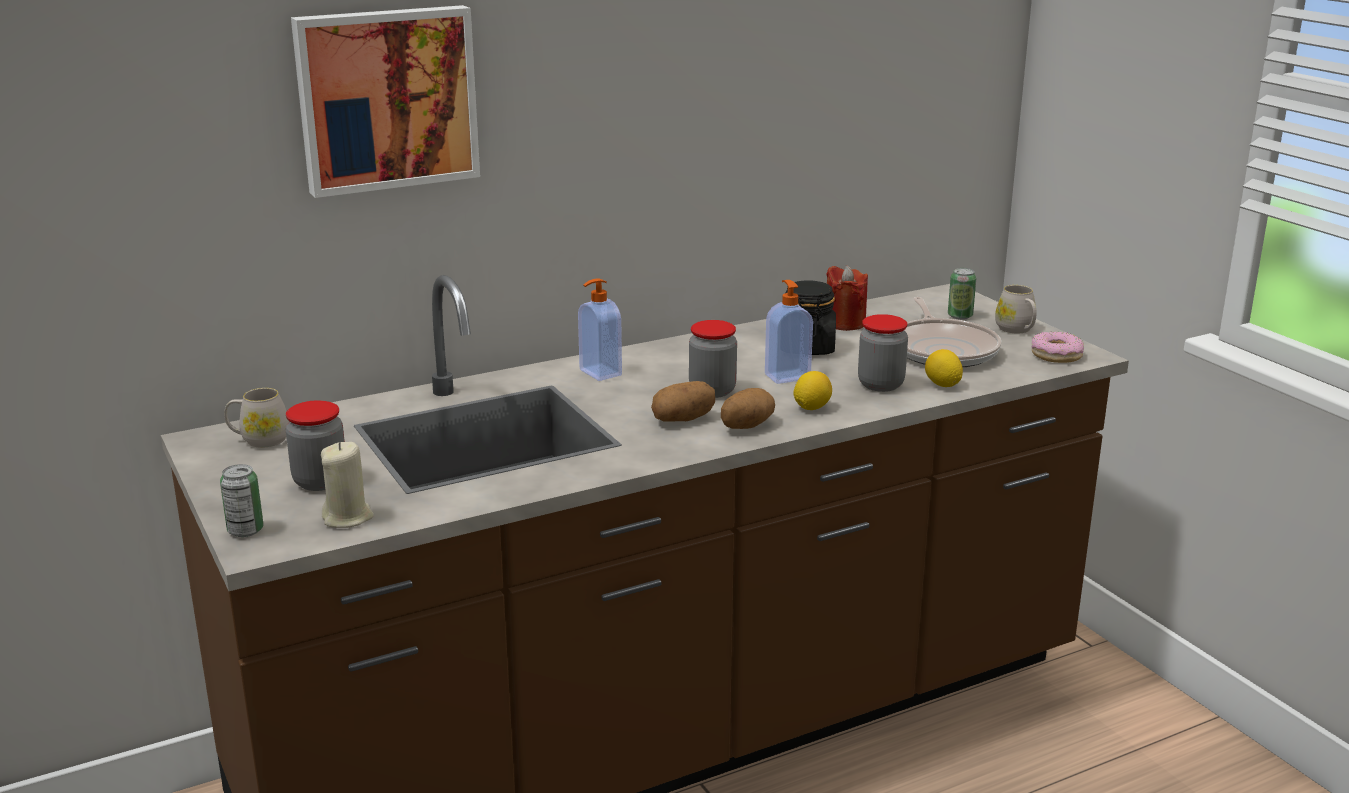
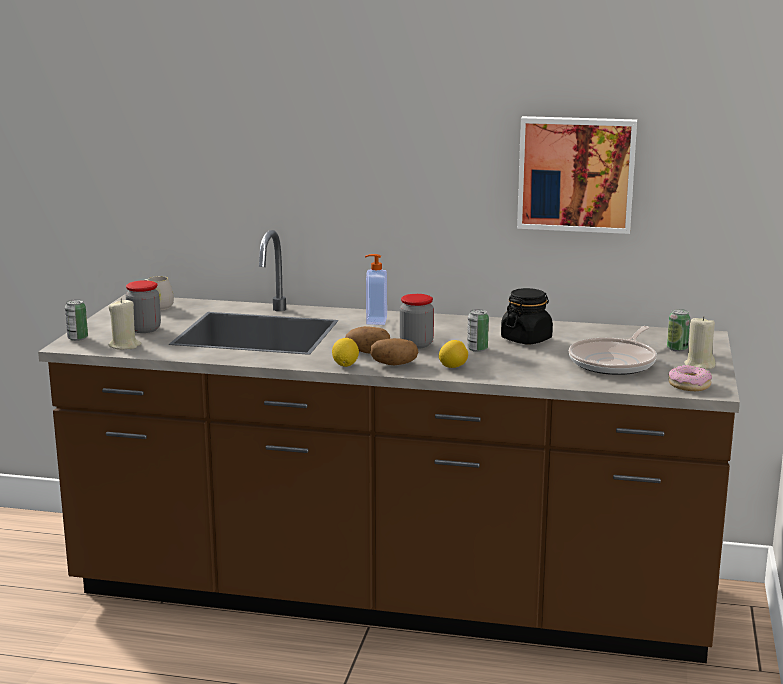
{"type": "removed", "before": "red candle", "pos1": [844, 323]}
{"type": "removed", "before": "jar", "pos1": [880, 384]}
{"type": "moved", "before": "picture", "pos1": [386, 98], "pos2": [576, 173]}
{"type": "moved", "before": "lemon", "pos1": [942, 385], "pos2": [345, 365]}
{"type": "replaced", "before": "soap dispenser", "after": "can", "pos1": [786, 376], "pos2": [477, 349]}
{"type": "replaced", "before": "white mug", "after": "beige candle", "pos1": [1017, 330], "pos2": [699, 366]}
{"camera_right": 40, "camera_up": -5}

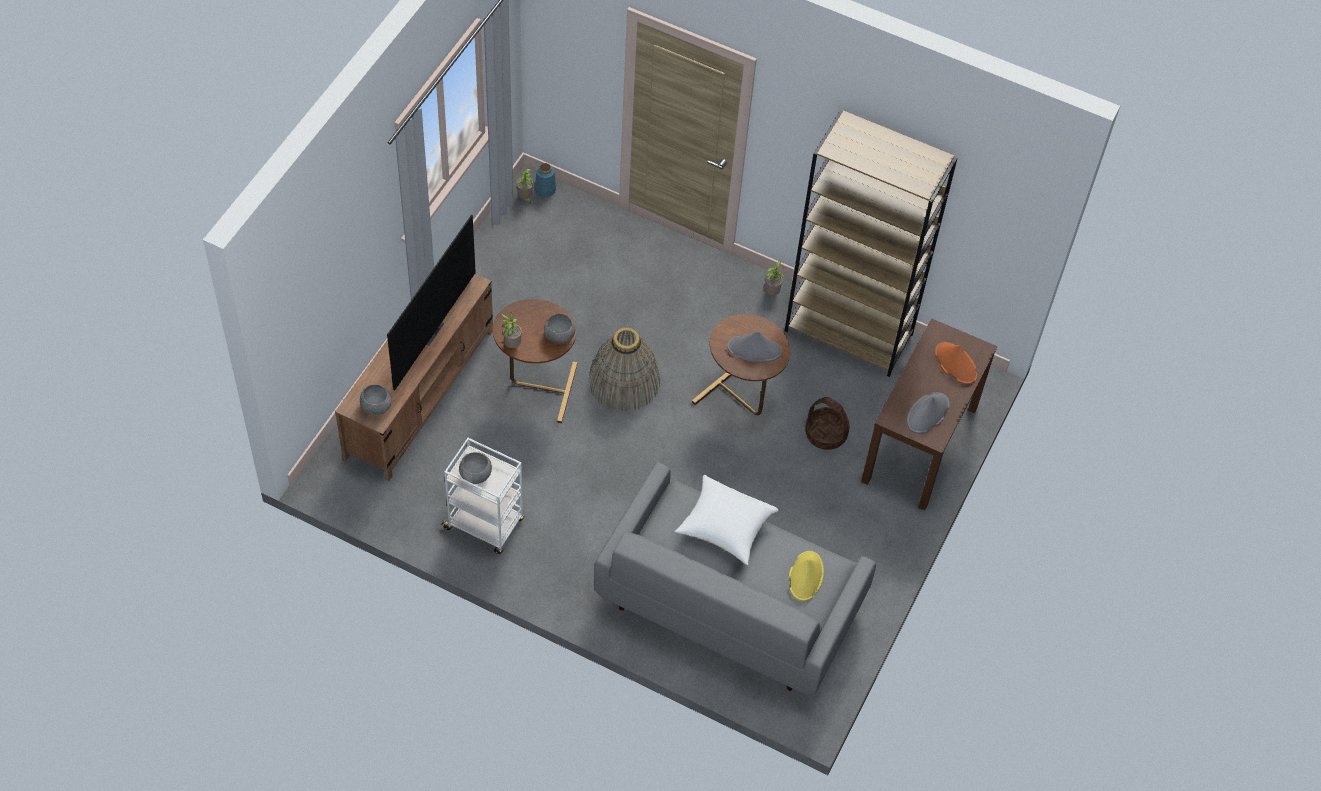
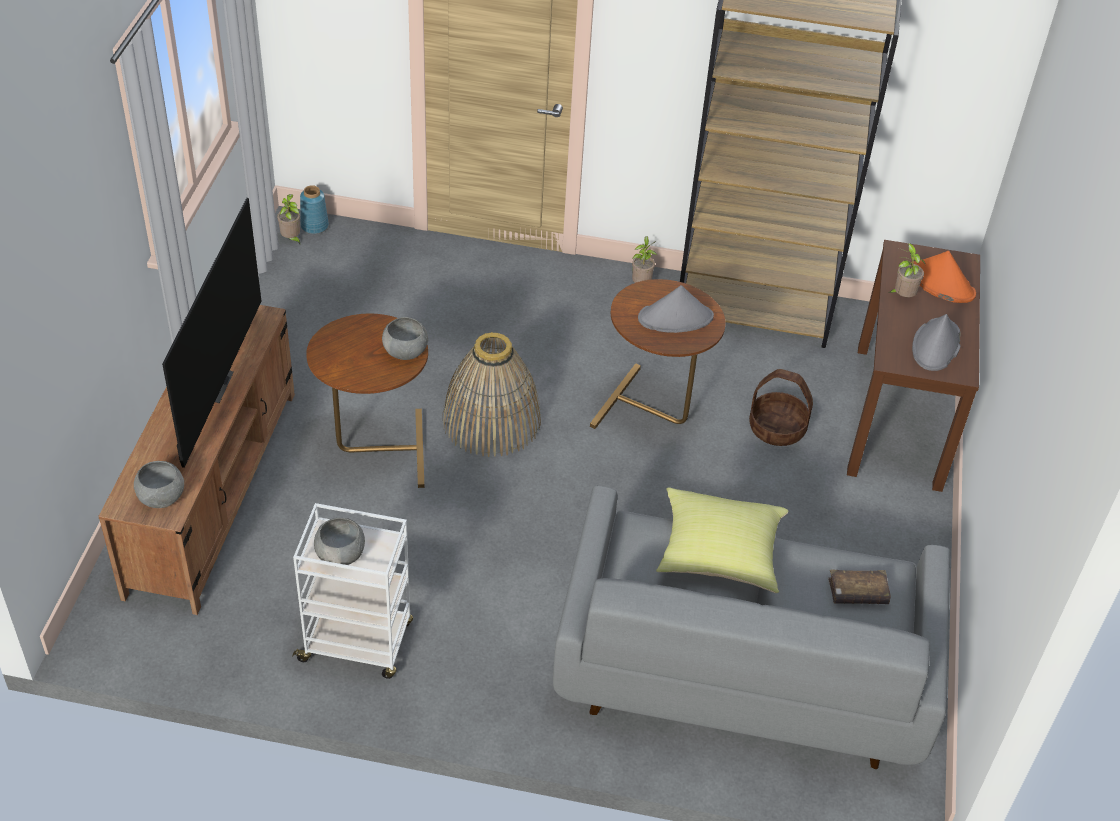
{"type": "moved", "before": "potted plant", "pos1": [511, 344], "pos2": [902, 296]}
{"type": "replaced", "before": "yellow hat", "after": "brown book", "pos1": [805, 576], "pos2": [857, 593]}
{"type": "recoloured", "before": "white pillow", "after": "yellow pillow", "pos1": [724, 528], "pos2": [718, 555]}
{"camera_right": -15, "camera_up": -10}

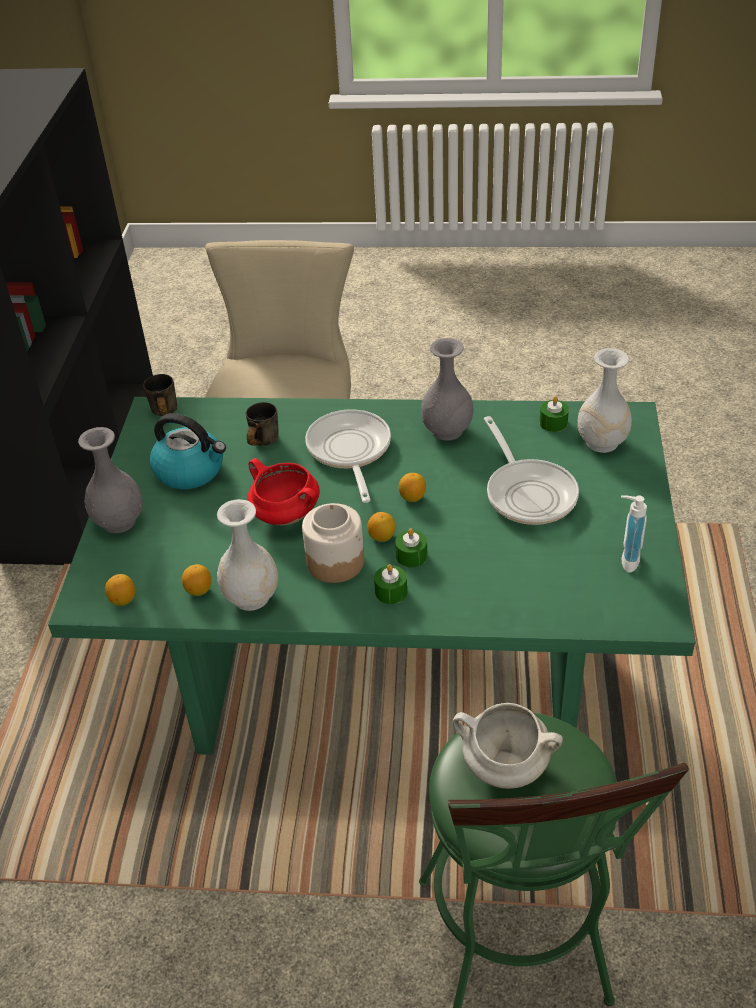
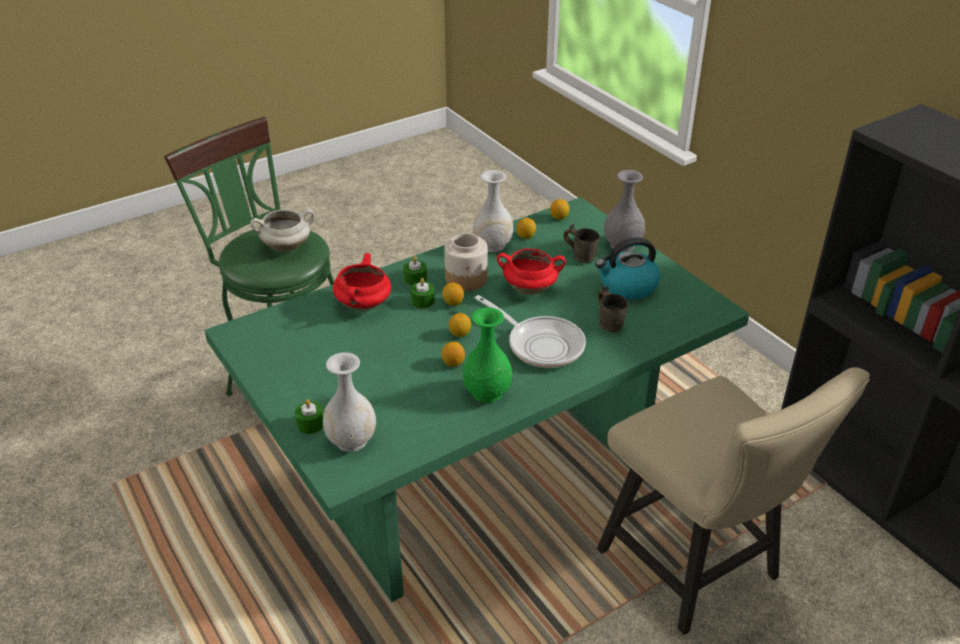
{"type": "removed", "before": "frying pan", "pos1": [528, 492]}
{"type": "removed", "before": "soap dispenser", "pos1": [626, 560]}
{"type": "added", "after": "red cooking pot", "pos2": [364, 305]}
{"type": "added", "after": "lemon", "pos2": [453, 363]}
{"type": "moved", "before": "grey mug", "pos1": [162, 414], "pos2": [581, 255]}
{"type": "moved", "before": "green candle", "pos1": [553, 423], "pos2": [310, 424]}
{"type": "recoloured", "before": "grey vase", "after": "green vase", "pos1": [447, 431], "pos2": [486, 393]}
{"camera_right": 140, "camera_up": -5}

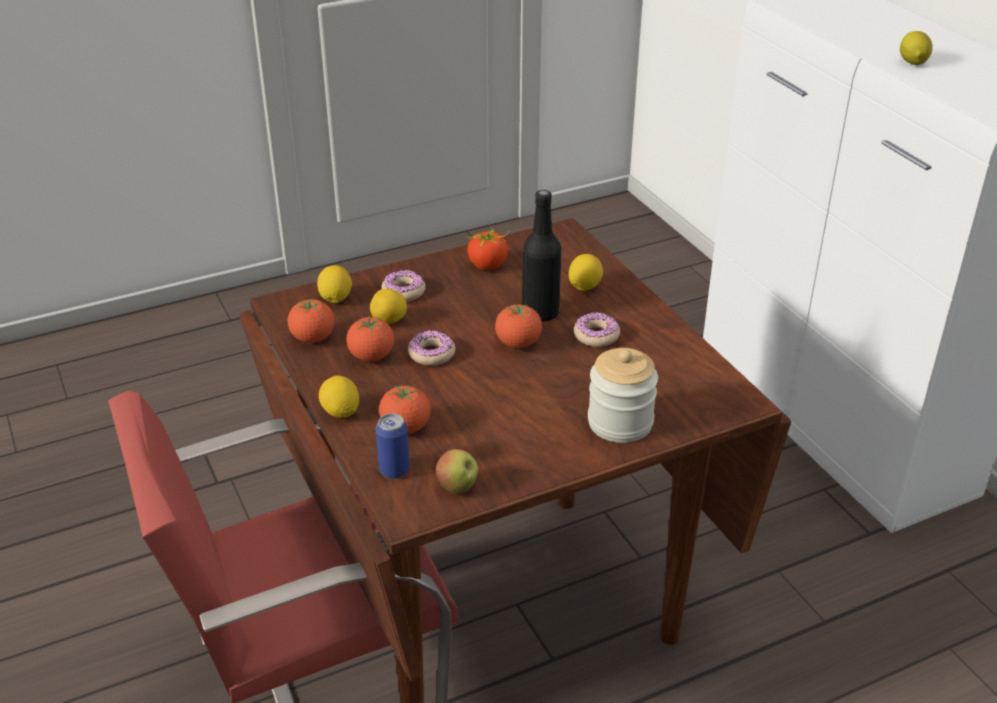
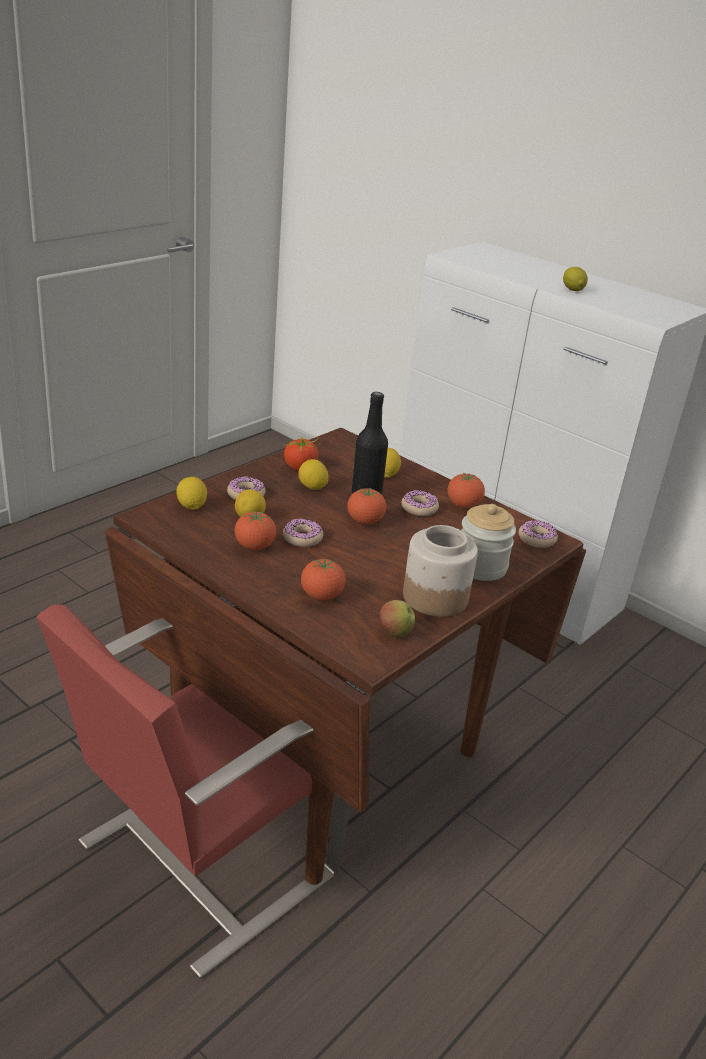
{"type": "removed", "before": "can", "pos1": [394, 470]}
{"type": "added", "after": "jar", "pos2": [434, 597]}
{"type": "added", "after": "donut", "pos2": [537, 539]}
{"type": "moved", "before": "tomato", "pos1": [313, 338], "pos2": [463, 505]}
{"type": "moved", "before": "lemon", "pos1": [340, 412], "pos2": [312, 487]}
{"camera_right": -25, "camera_up": -5}

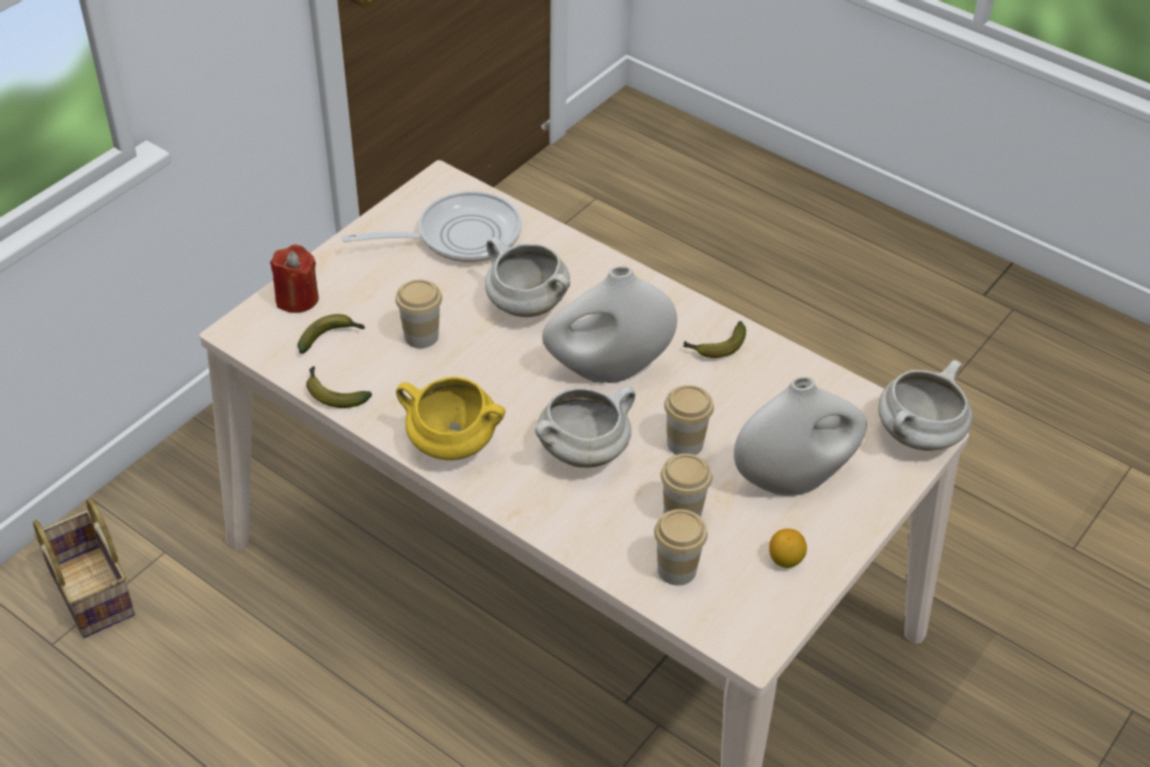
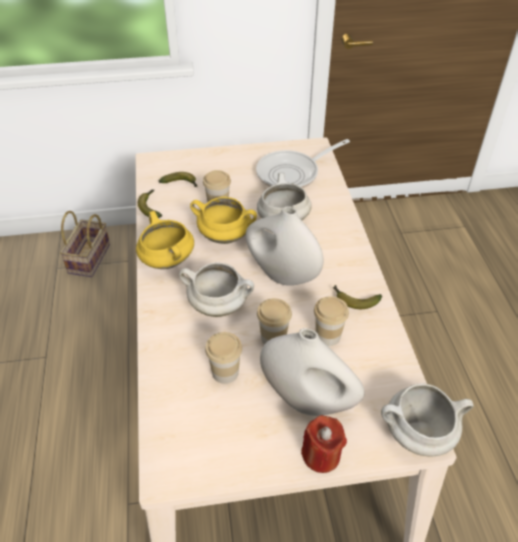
{"type": "removed", "before": "lemon", "pos1": [785, 560]}
{"type": "added", "after": "yellow cooking pot", "pos2": [225, 236]}
{"type": "moved", "before": "red candle", "pos1": [297, 298], "pos2": [321, 455]}
{"type": "moved", "before": "cup", "pos1": [676, 569], "pos2": [328, 336]}
{"type": "turned", "before": "frying pan", "pos1": [459, 236], "pos2": [292, 173], "turn": 120}
{"camera_right": 45, "camera_up": 0}

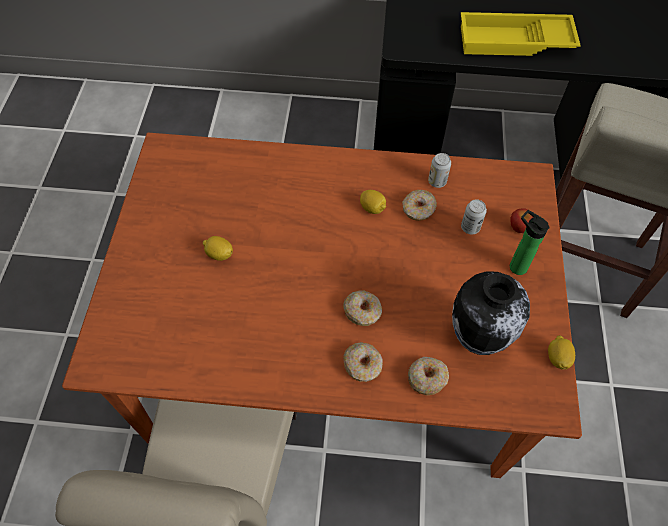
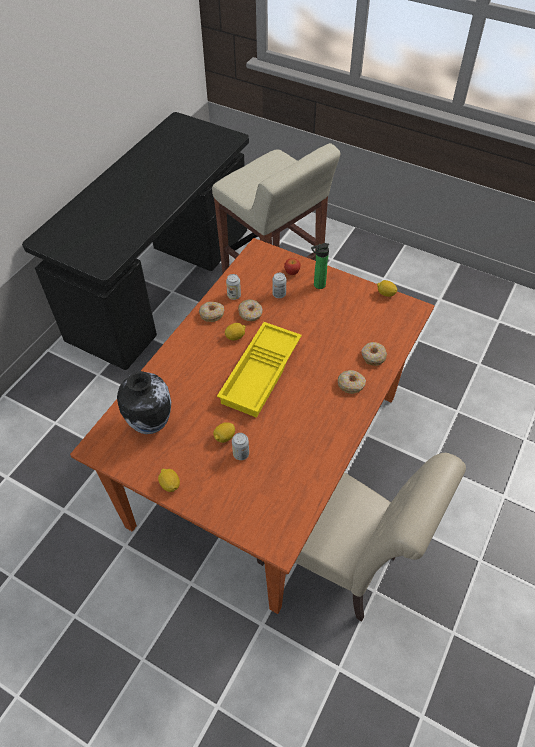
{"type": "added", "after": "lemon", "pos2": [170, 484]}
{"type": "added", "after": "can", "pos2": [241, 454]}
{"type": "moved", "before": "donut", "pos1": [362, 311], "pos2": [212, 314]}
{"type": "moved", "before": "vase", "pos1": [479, 337], "pos2": [151, 423]}
{"type": "moved", "before": "yellow tray", "pos1": [514, 42], "pos2": [262, 374]}
{"camera_right": -65, "camera_up": -5}

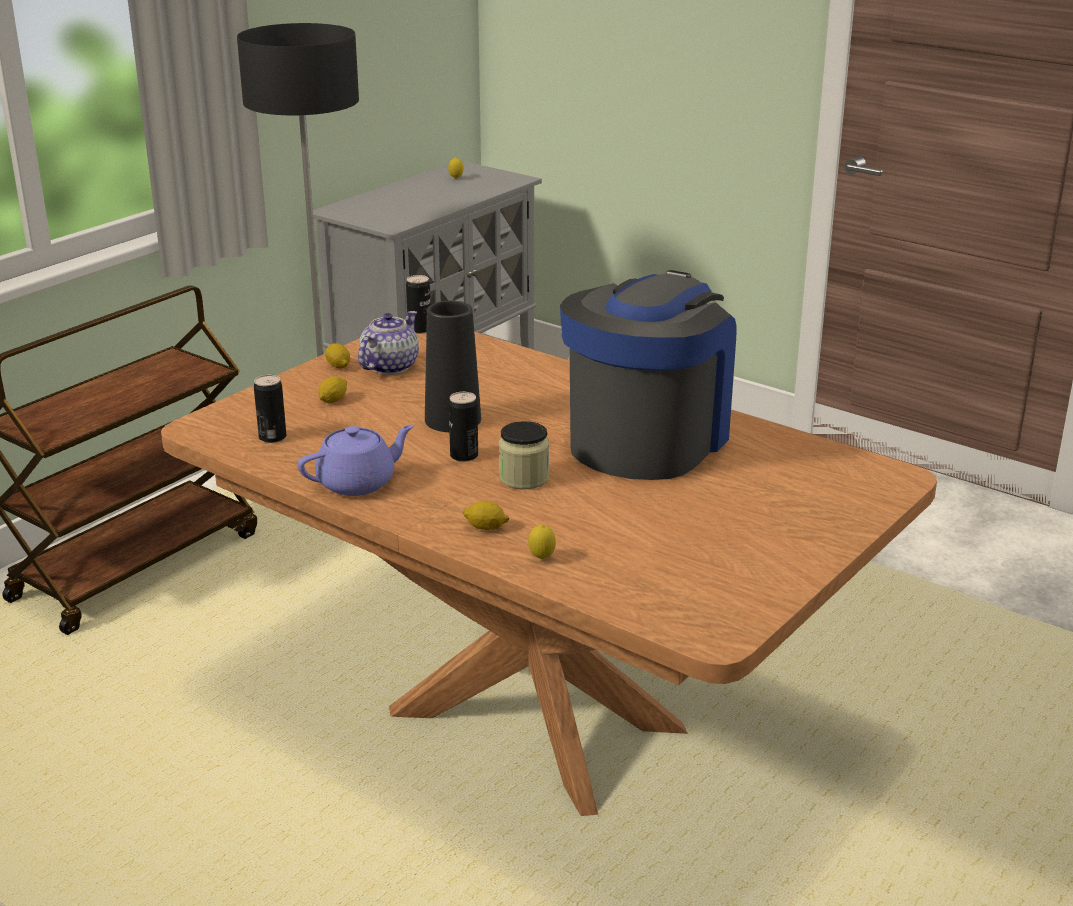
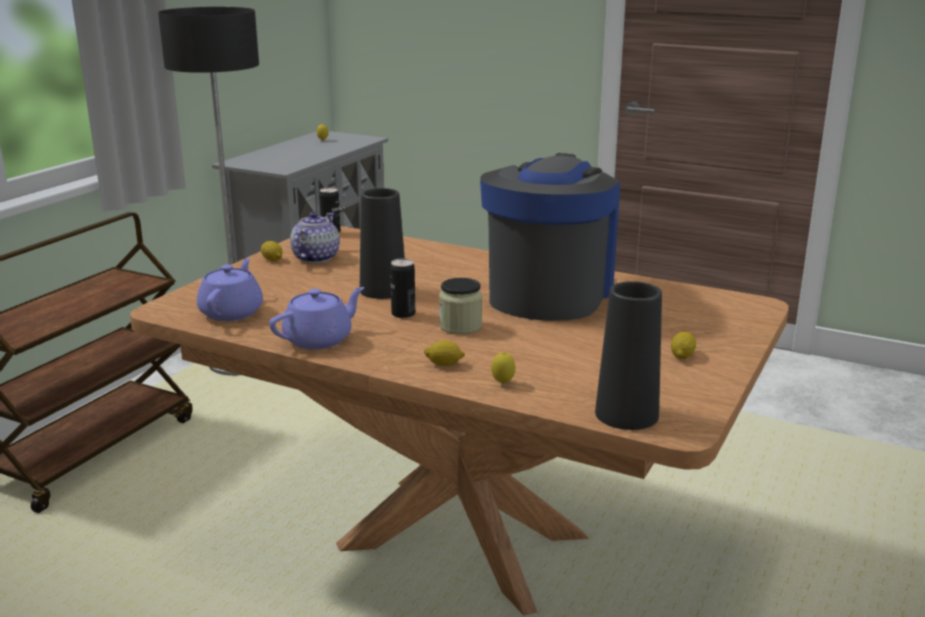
{"type": "added", "after": "black vase", "pos2": [626, 414]}
{"type": "moved", "before": "lemon", "pos1": [333, 400], "pos2": [682, 356]}
{"type": "replaced", "before": "can", "after": "purple teapot", "pos1": [272, 437], "pos2": [232, 312]}
{"camera_right": -10, "camera_up": -5}

